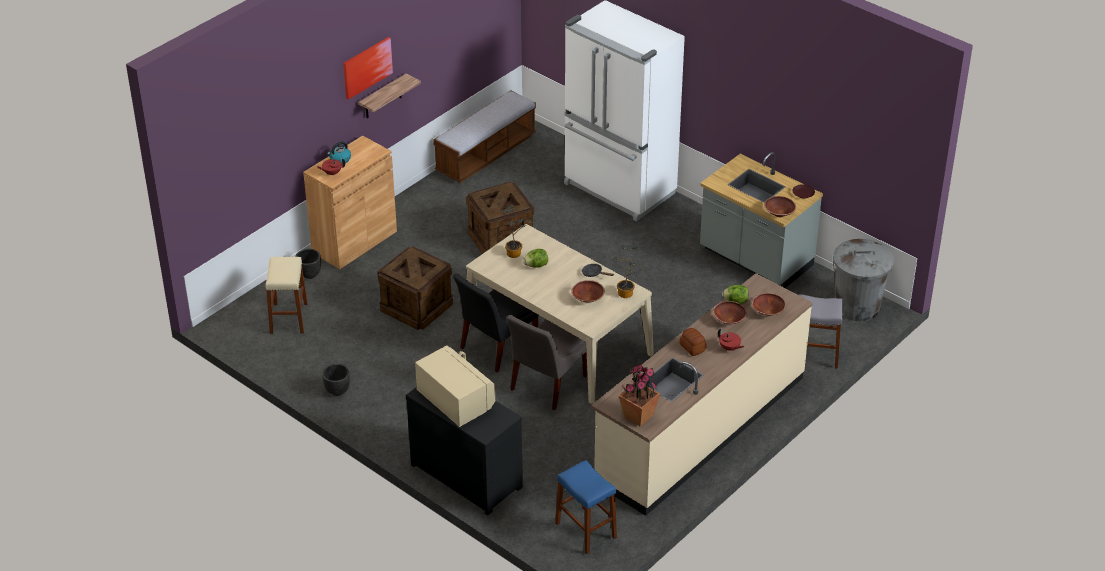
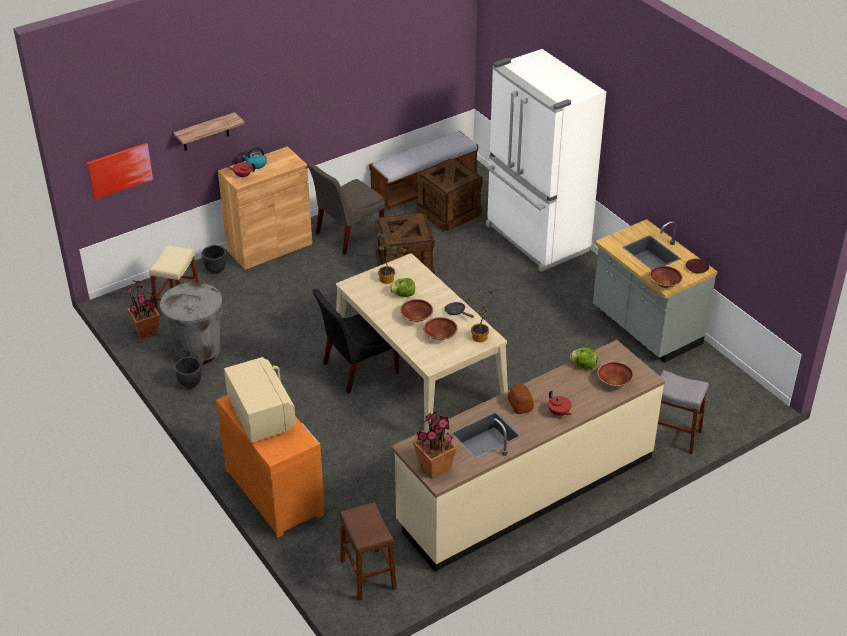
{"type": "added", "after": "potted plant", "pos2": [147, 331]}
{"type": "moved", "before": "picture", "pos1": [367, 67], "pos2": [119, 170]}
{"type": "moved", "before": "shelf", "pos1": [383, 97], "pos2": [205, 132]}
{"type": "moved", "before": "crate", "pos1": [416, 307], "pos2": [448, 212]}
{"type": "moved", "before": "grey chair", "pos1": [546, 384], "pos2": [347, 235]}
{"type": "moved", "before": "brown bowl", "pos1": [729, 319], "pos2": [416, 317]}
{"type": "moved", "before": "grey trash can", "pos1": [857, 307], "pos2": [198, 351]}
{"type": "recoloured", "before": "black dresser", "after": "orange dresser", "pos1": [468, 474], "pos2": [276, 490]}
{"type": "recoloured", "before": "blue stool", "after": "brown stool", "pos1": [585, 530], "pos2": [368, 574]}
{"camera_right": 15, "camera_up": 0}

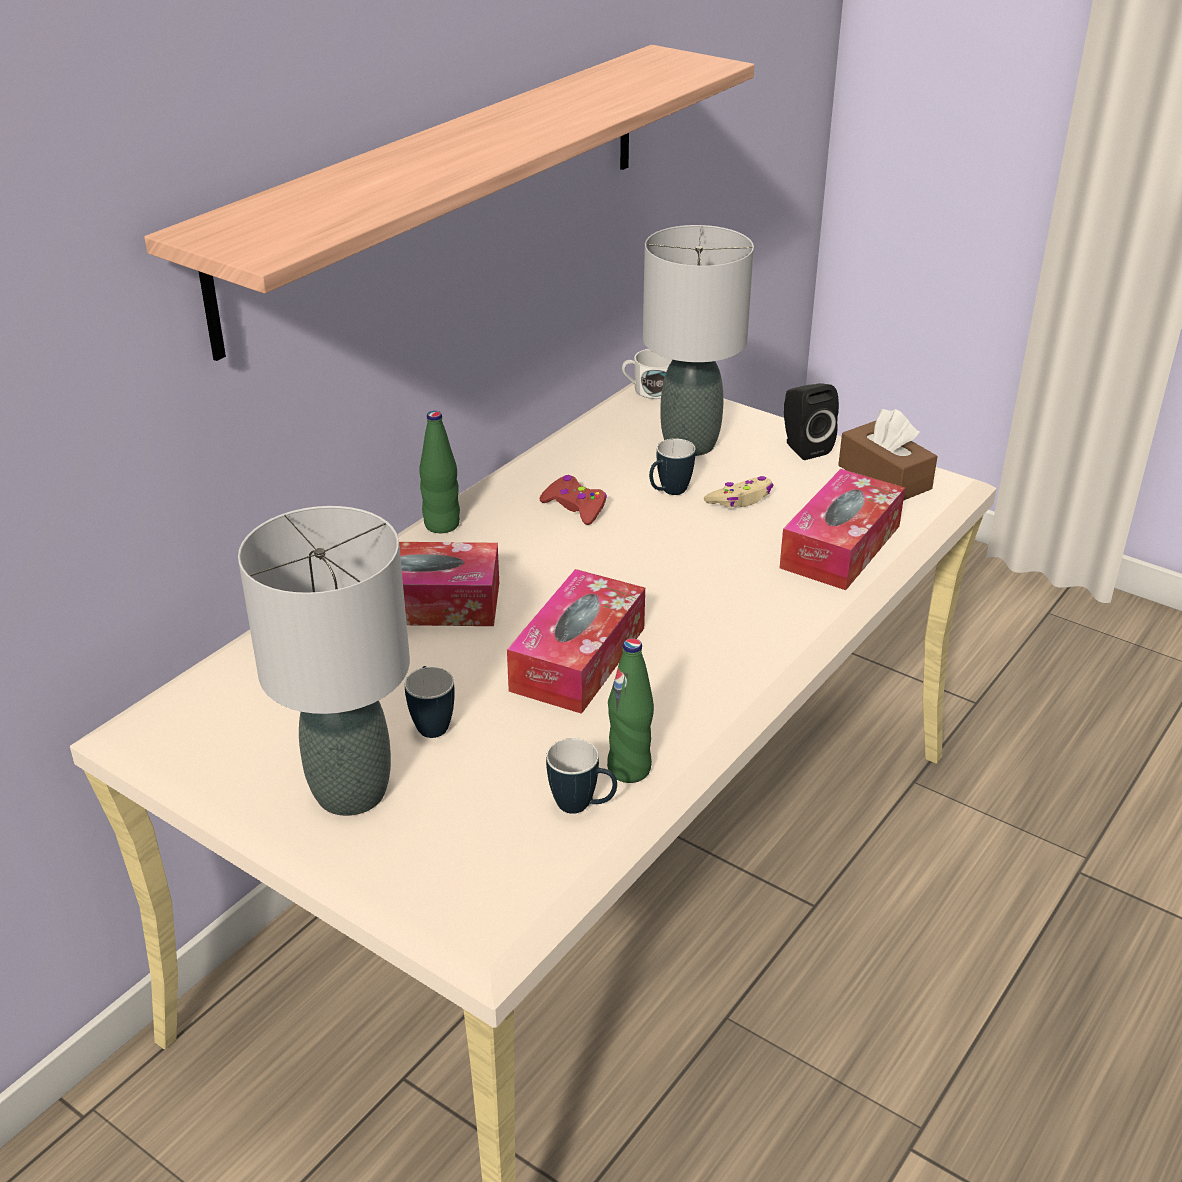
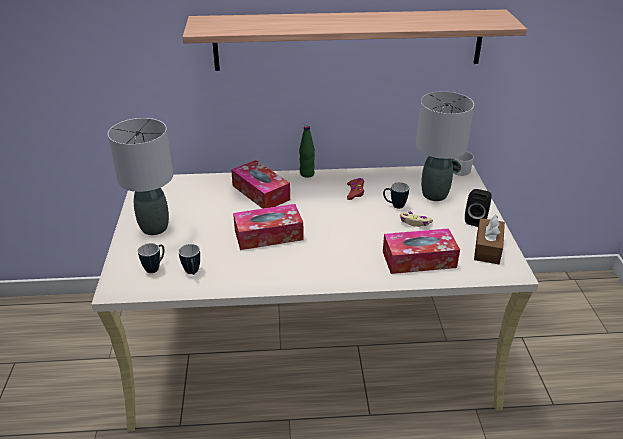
{"type": "removed", "before": "green bottle", "pos1": [629, 769]}
{"type": "moved", "before": "mug", "pos1": [431, 723], "pos2": [155, 267]}
{"camera_right": 50, "camera_up": 0}

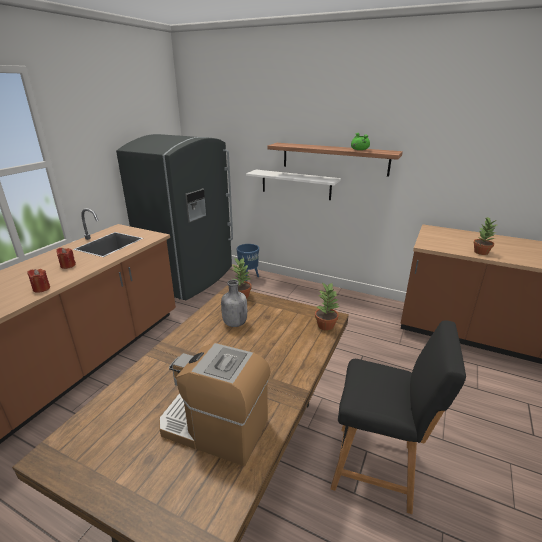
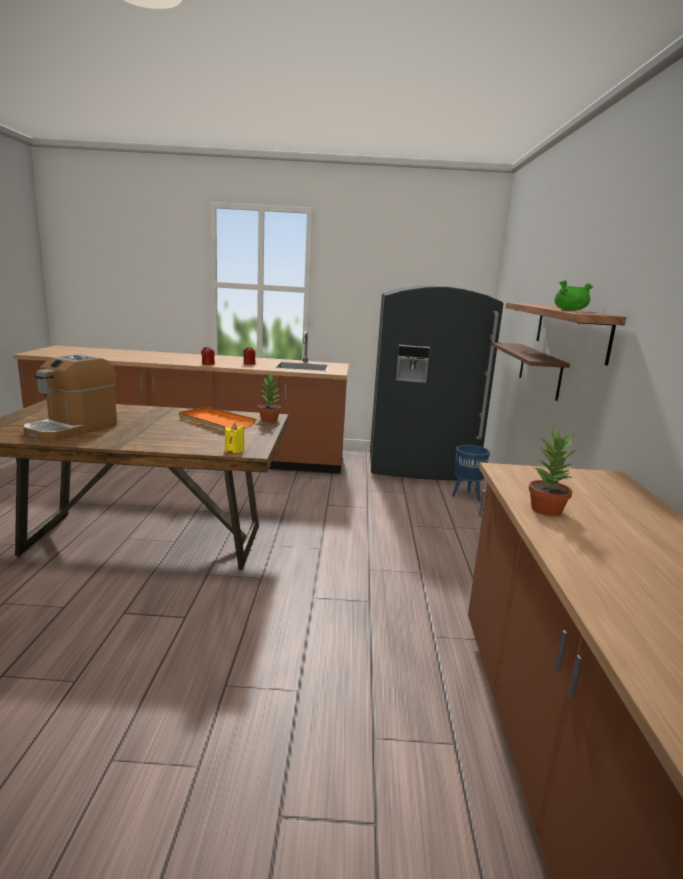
{"type": "removed", "before": "black stool", "pos1": [378, 468]}
{"type": "replaced", "before": "grey bottle", "after": "orange tray", "pos1": [234, 323], "pos2": [216, 422]}
{"type": "replaced", "before": "potted plant", "after": "yellow candle", "pos1": [325, 325], "pos2": [234, 450]}
{"type": "recoloured", "before": "white shelf", "after": "brown shelf", "pos1": [296, 184], "pos2": [539, 370]}
{"type": "turned", "before": "coffee machine", "pos1": [214, 427], "pos2": [72, 429], "turn": -150}
{"camera_right": 65, "camera_up": -10}

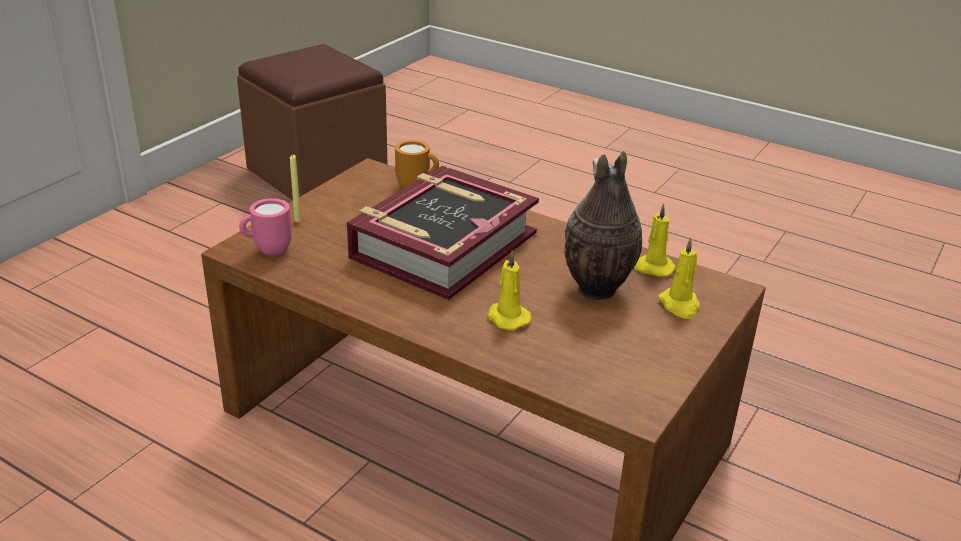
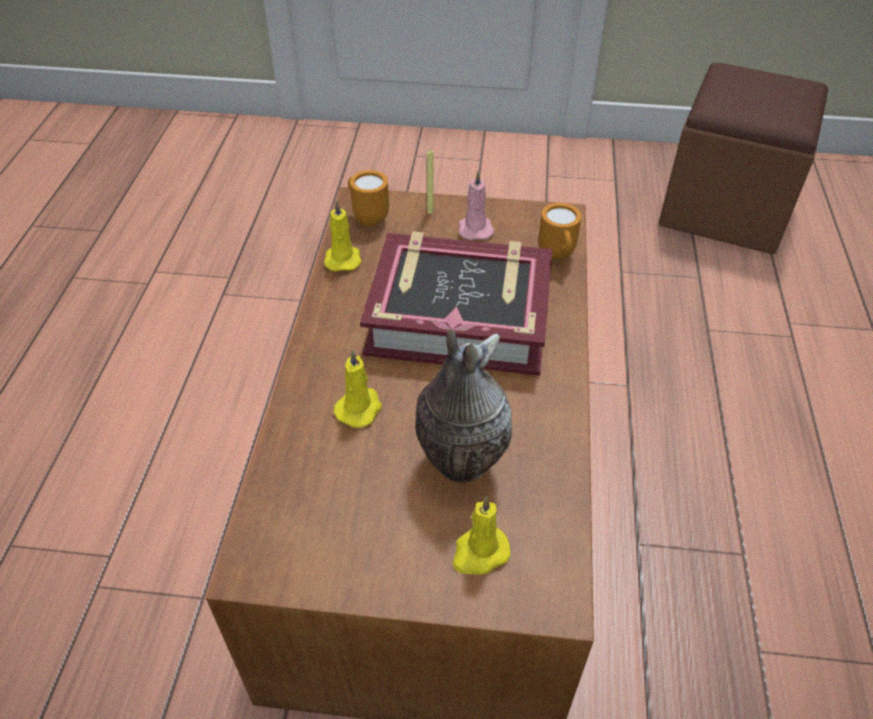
{"type": "added", "after": "pink candle", "pos2": [475, 228]}
{"type": "moved", "before": "yellow candle", "pos1": [651, 267], "pos2": [342, 258]}
{"type": "recoloured", "before": "pink mug", "after": "orange mug", "pos1": [267, 251], "pos2": [367, 217]}
{"camera_right": 65, "camera_up": 15}

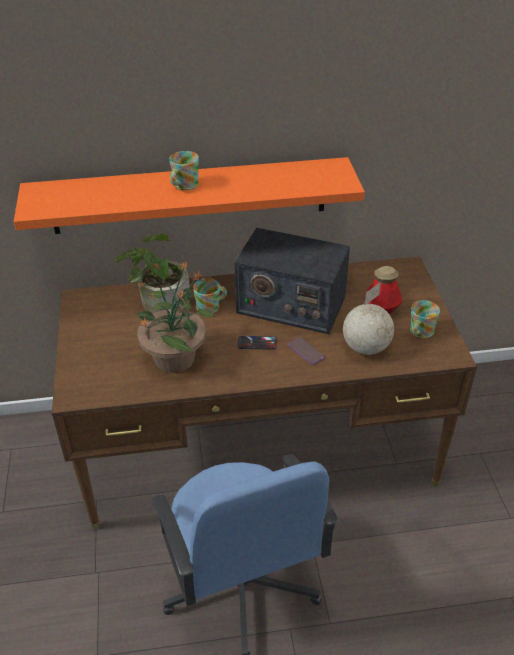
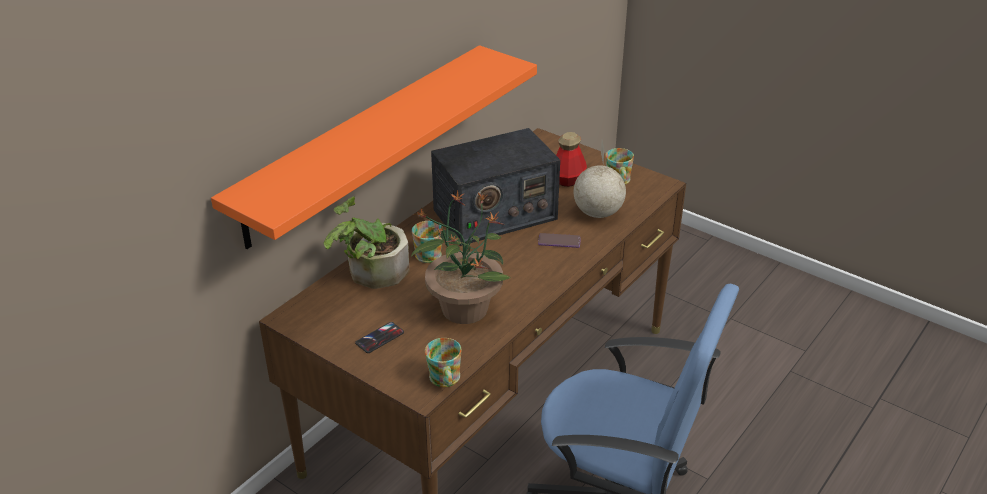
{"type": "moved", "before": "mug", "pos1": [183, 185], "pos2": [444, 380]}
{"type": "moved", "before": "phone", "pos1": [257, 343], "pos2": [380, 338]}
{"camera_right": -45, "camera_up": -5}

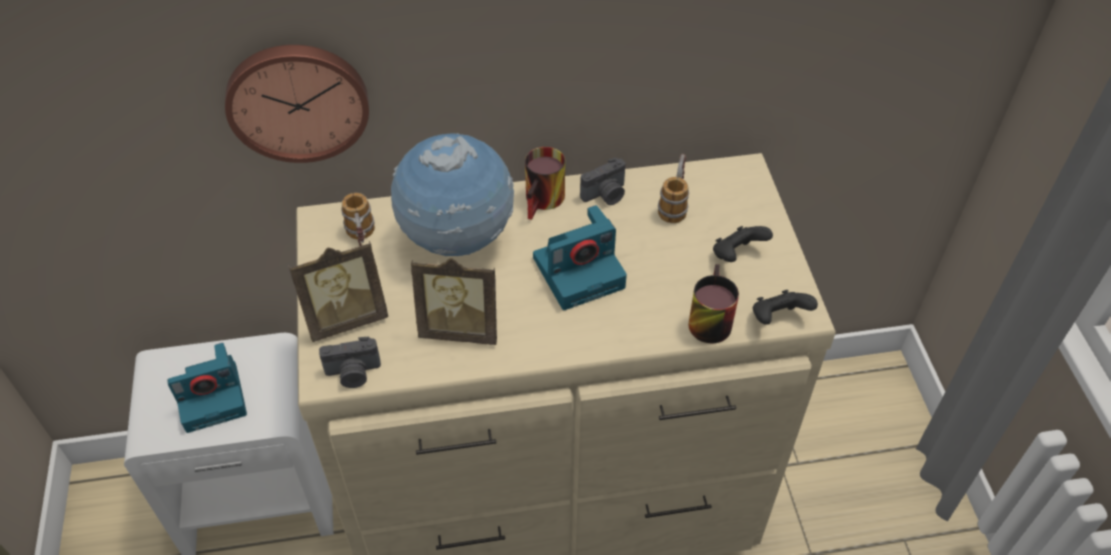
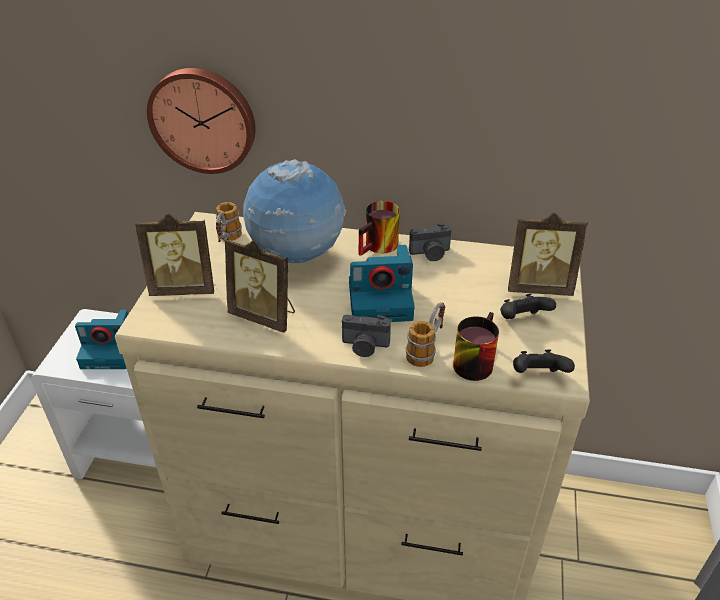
{"type": "added", "after": "picture frame", "pos2": [538, 287]}
{"type": "moved", "before": "photo camera", "pos1": [353, 373], "pos2": [365, 346]}
{"type": "moved", "before": "mug", "pos1": [674, 203], "pos2": [426, 349]}
{"camera_right": 20, "camera_up": -10}

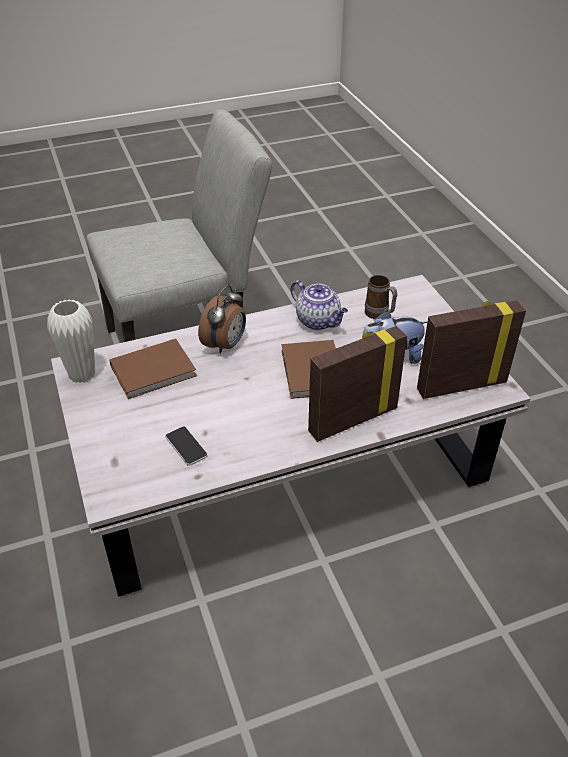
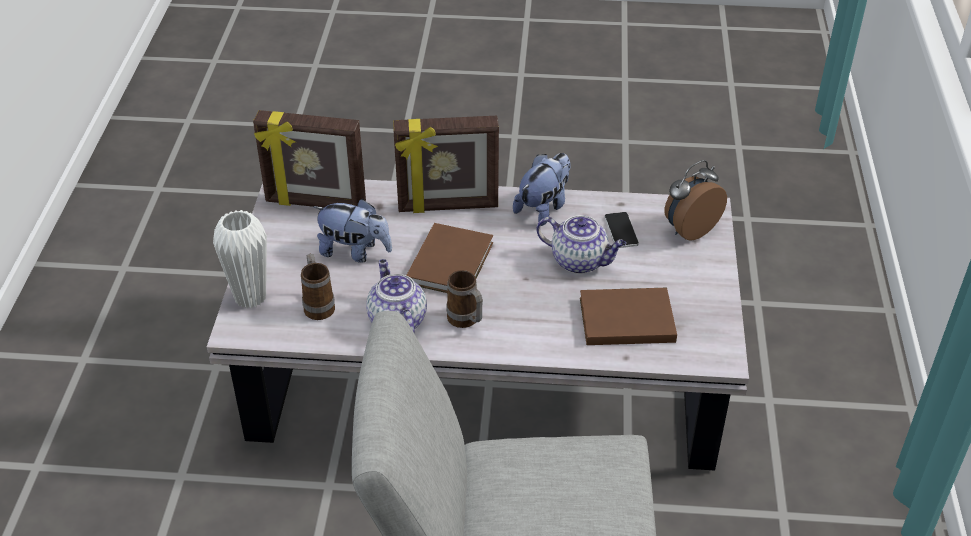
{"type": "added", "after": "mug", "pos2": [466, 322]}
{"type": "added", "after": "plush toy", "pos2": [543, 207]}
{"type": "added", "after": "teapot", "pos2": [580, 261]}
{"type": "moved", "before": "white vase", "pos1": [82, 374], "pos2": [250, 297]}
{"type": "moved", "before": "alarm clock", "pos1": [226, 345], "pos2": [689, 229]}
{"camera_right": -155, "camera_up": 0}

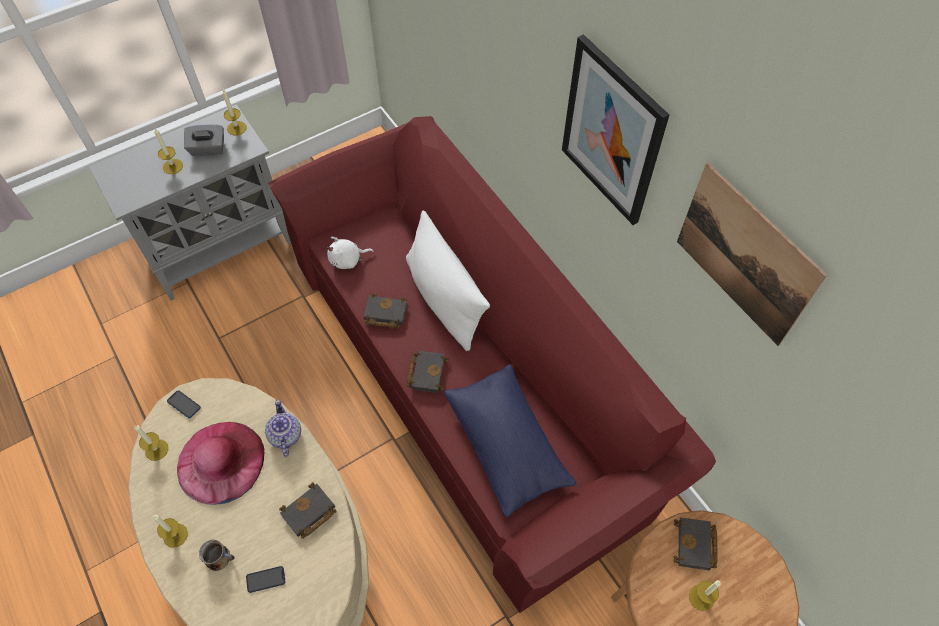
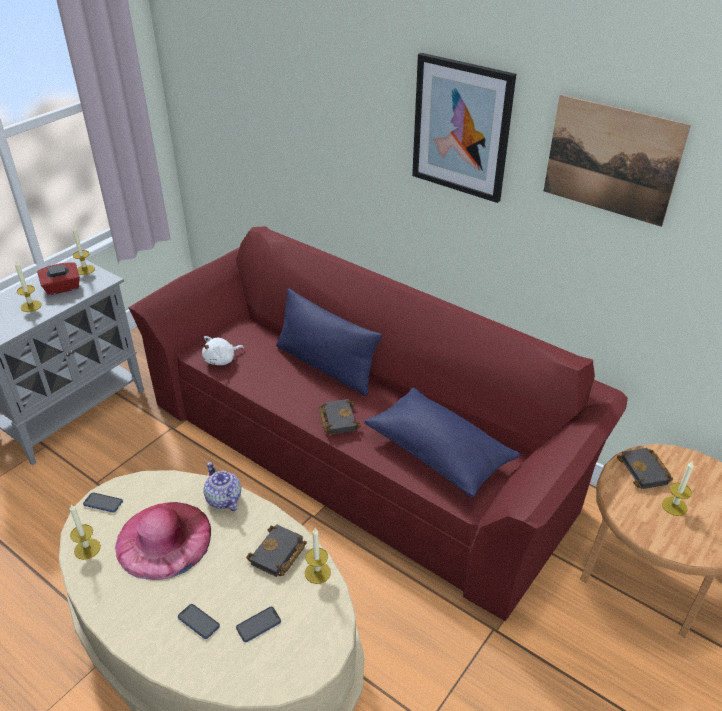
{"type": "removed", "before": "black book", "pos1": [384, 314]}
{"type": "moved", "before": "candle", "pos1": [175, 535], "pos2": [317, 572]}
{"type": "replaced", "before": "mug", "after": "phone", "pos1": [219, 558], "pos2": [198, 622]}
{"type": "recoloured", "before": "grey tissue box", "after": "red tissue box", "pos1": [208, 149], "pos2": [62, 288]}
{"type": "recoloured", "before": "white pillow", "after": "blue pillow", "pos1": [444, 299], "pos2": [325, 366]}
{"camera_right": -20, "camera_up": -20}

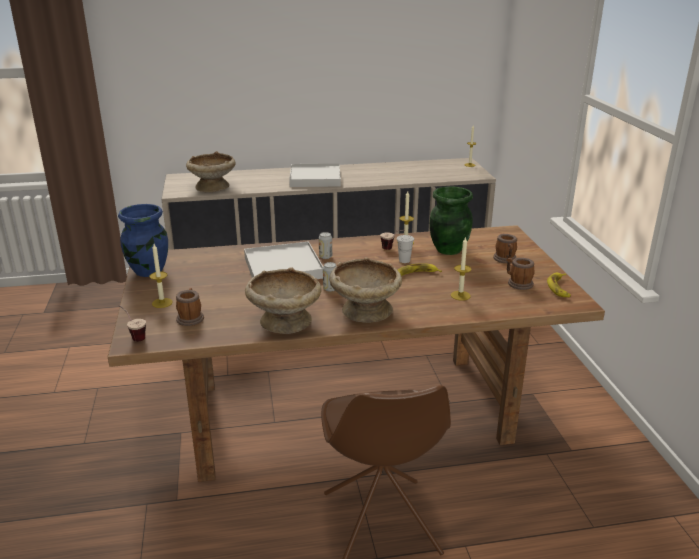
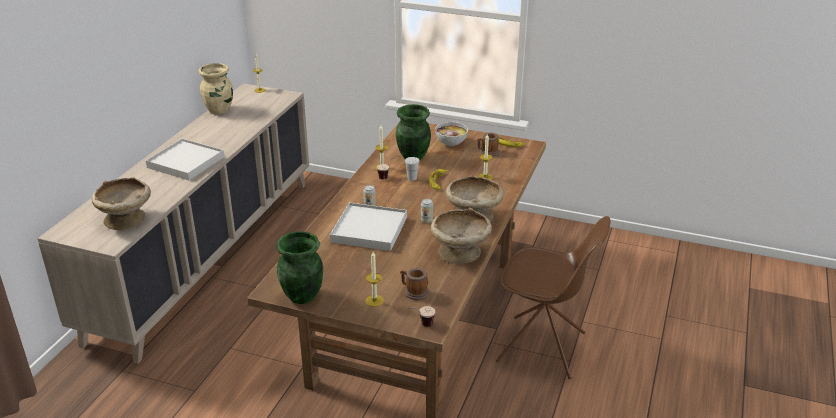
{"type": "added", "after": "beige vase", "pos2": [219, 110]}
{"type": "replaced", "before": "mug", "after": "bowl", "pos1": [505, 260], "pos2": [451, 143]}
{"type": "recoloured", "before": "blue vase", "after": "green vase", "pos1": [148, 271], "pos2": [302, 296]}
{"camera_right": -60, "camera_up": 5}

